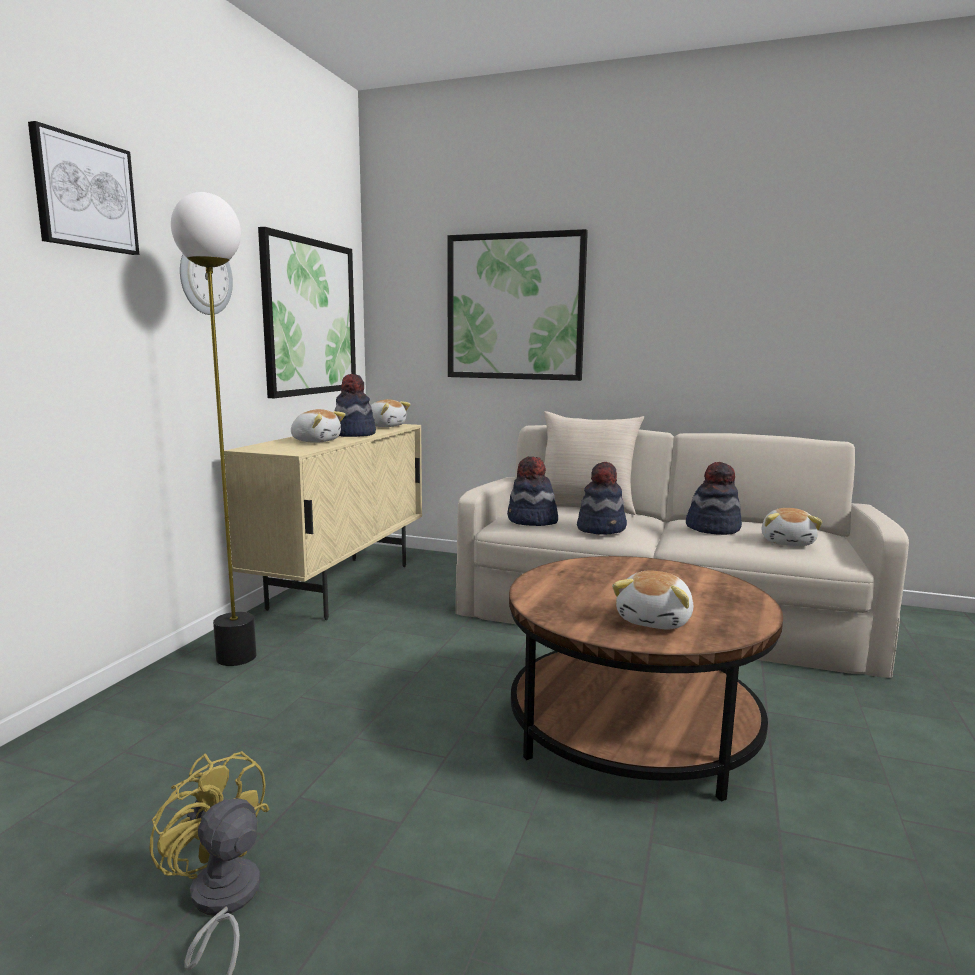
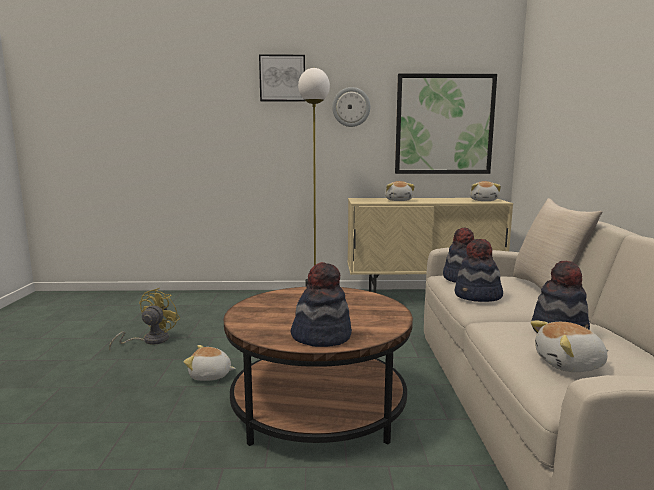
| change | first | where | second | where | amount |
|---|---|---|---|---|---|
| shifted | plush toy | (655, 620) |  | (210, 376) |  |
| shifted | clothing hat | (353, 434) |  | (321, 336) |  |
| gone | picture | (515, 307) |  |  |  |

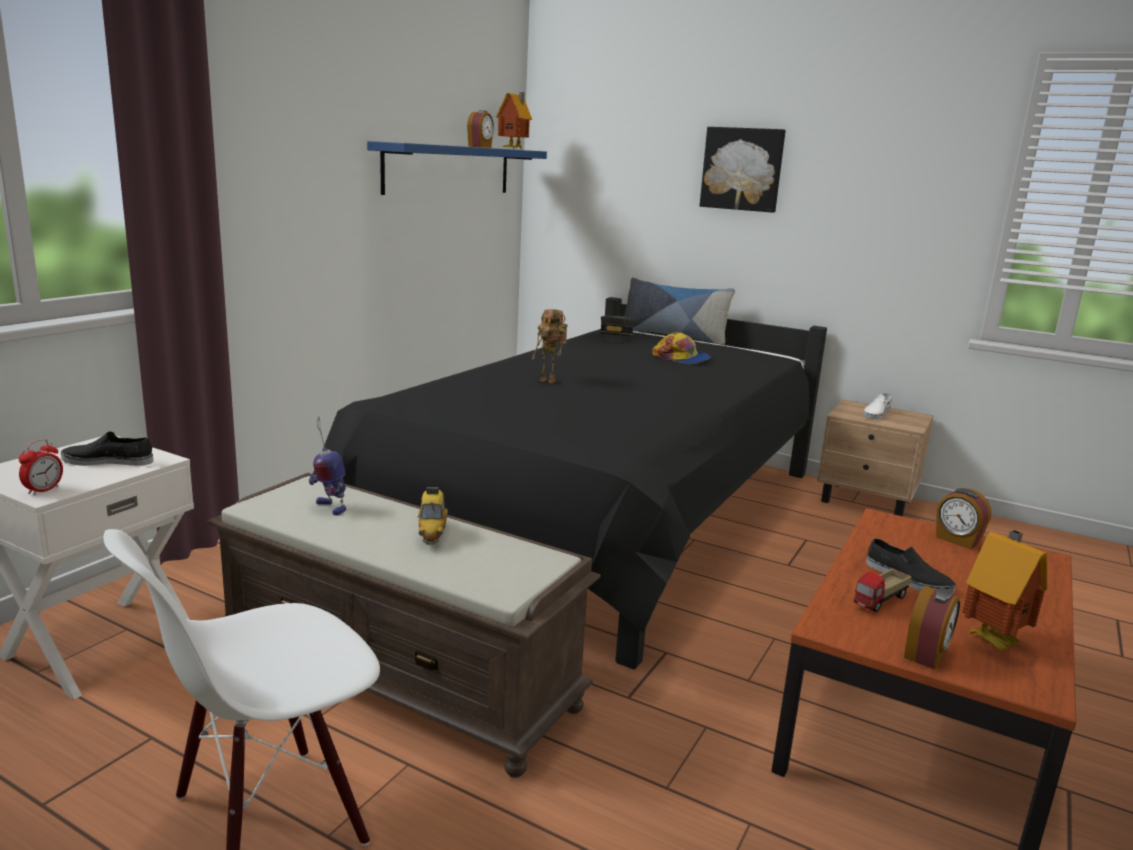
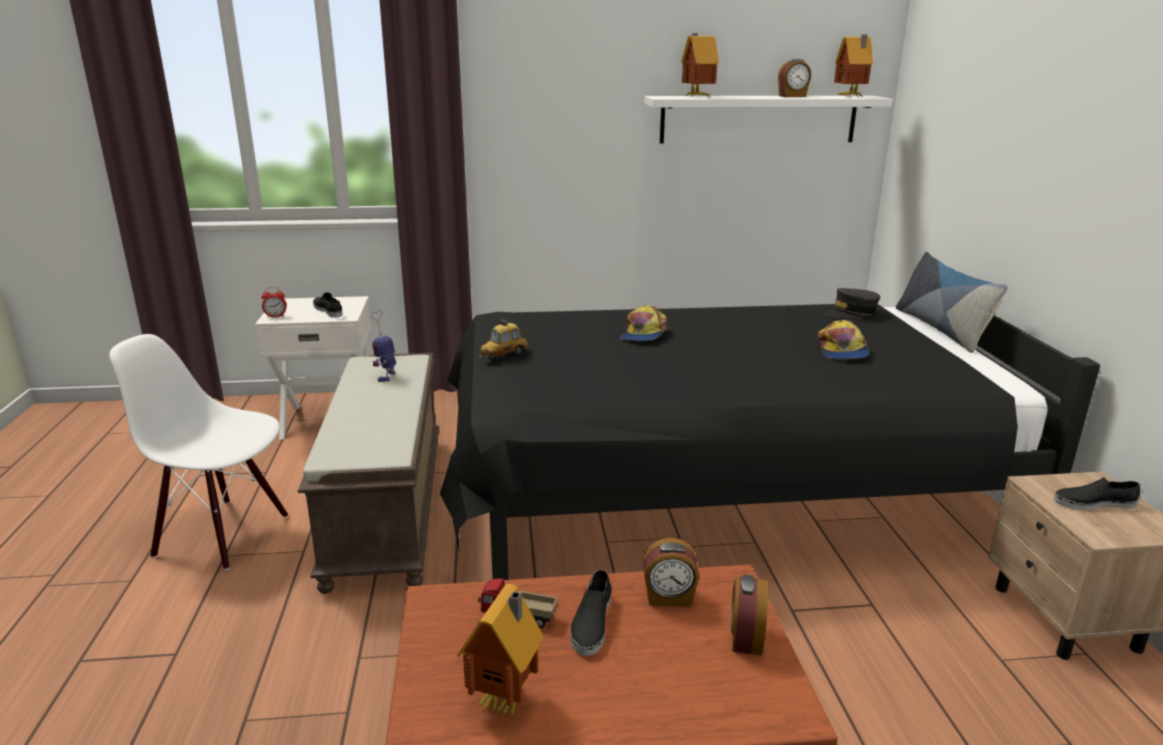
| change | first | where | second | where | amount |
|---|---|---|---|---|---|
| shifted | model car | (432, 534) |  | (504, 355) |  |
| swapped | robot figure | (549, 381) | baseball cap | (644, 334) |  |
| shifted | bedside clock | (927, 654) |  | (669, 598) |  |
| repainted | bracket shelf (bluish) | (449, 169) | bracket shelf (white) | (758, 119) |  |
| new |  |  | miniature house | (696, 96) |  |
| repainted | item of footwear (white) | (876, 414) | item of footwear (blackish) | (1093, 503) |  |
| gone | picture | (742, 169) |  |  |  |

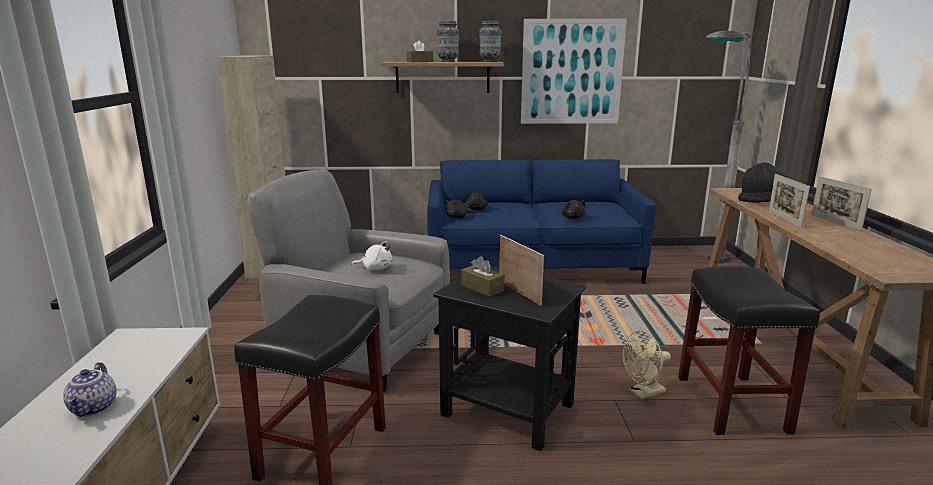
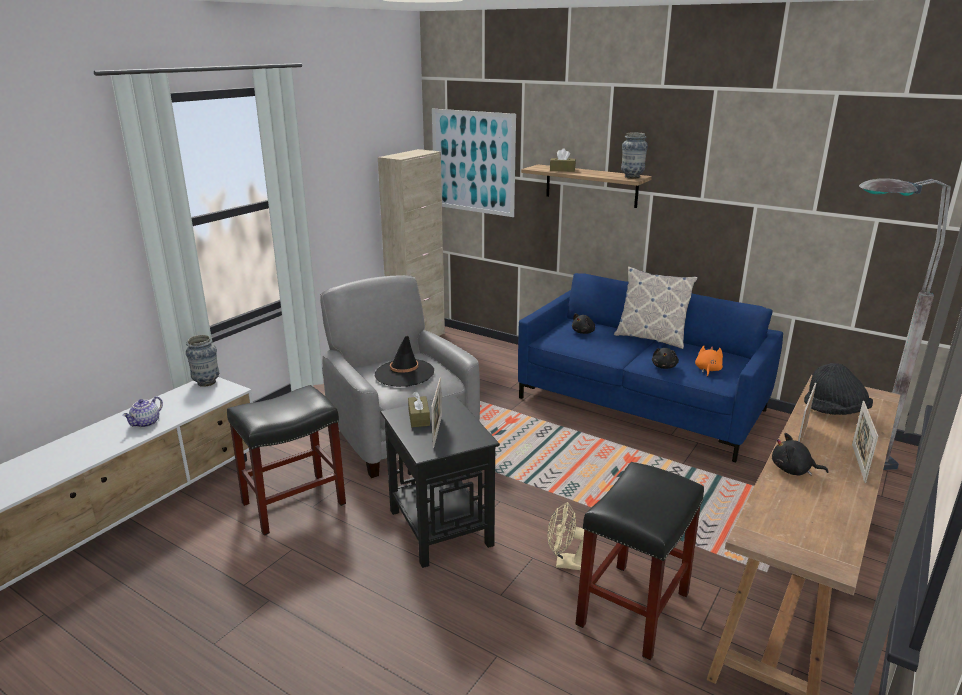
| change | first | where | second | where | amount |
|---|---|---|---|---|---|
| shifted | vase | (448, 61) |  | (206, 383) |  |
| swapped | plush toy (white) | (375, 268) | clothing hat (blackish) | (404, 373) |  |
| shifted | picture | (572, 72) |  | (473, 162) |  |
| new |  |  | pillow | (651, 338) |  |
| new |  |  | plush toy (orange) | (707, 370) |  |
| shifted | plush toy (blackish) | (458, 217) |  | (793, 470) |  |

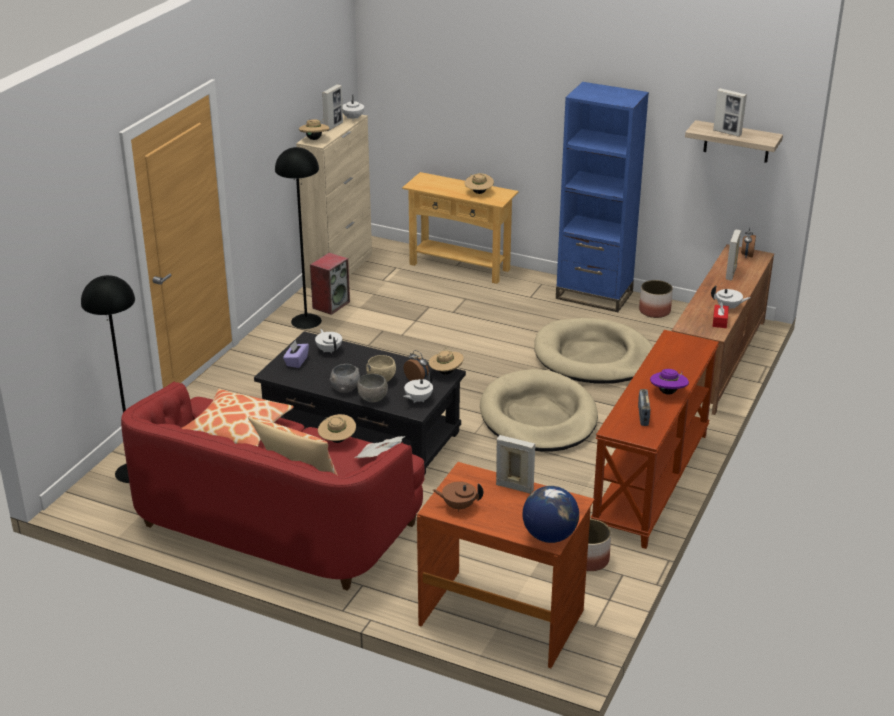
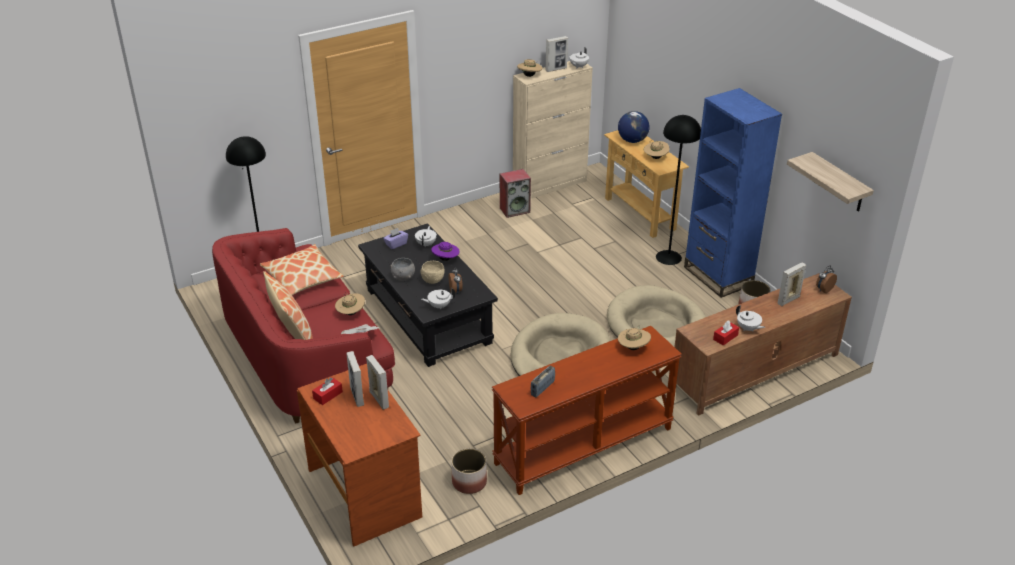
| change | first | where | second | where | amount |
|---|---|---|---|---|---|
| swapped | pot for tea (brownish) | (458, 506) | tissue box (red-coloured) | (328, 395) |  |
| shifted | picture frame | (727, 133) |  | (357, 396) |  |
| shifted | clothing hat (purplish) | (668, 392) |  | (445, 259) |  |
| shifted | world globe | (549, 536) |  | (632, 140) |  |
| shifted | clothing hat (beige) | (445, 372) |  | (633, 347) |  |
| shifted | floor lamp (blackish) | (306, 321) |  | (669, 257) |  |
| gone | serving bowl (greyish) | (373, 399) |  |  |  |

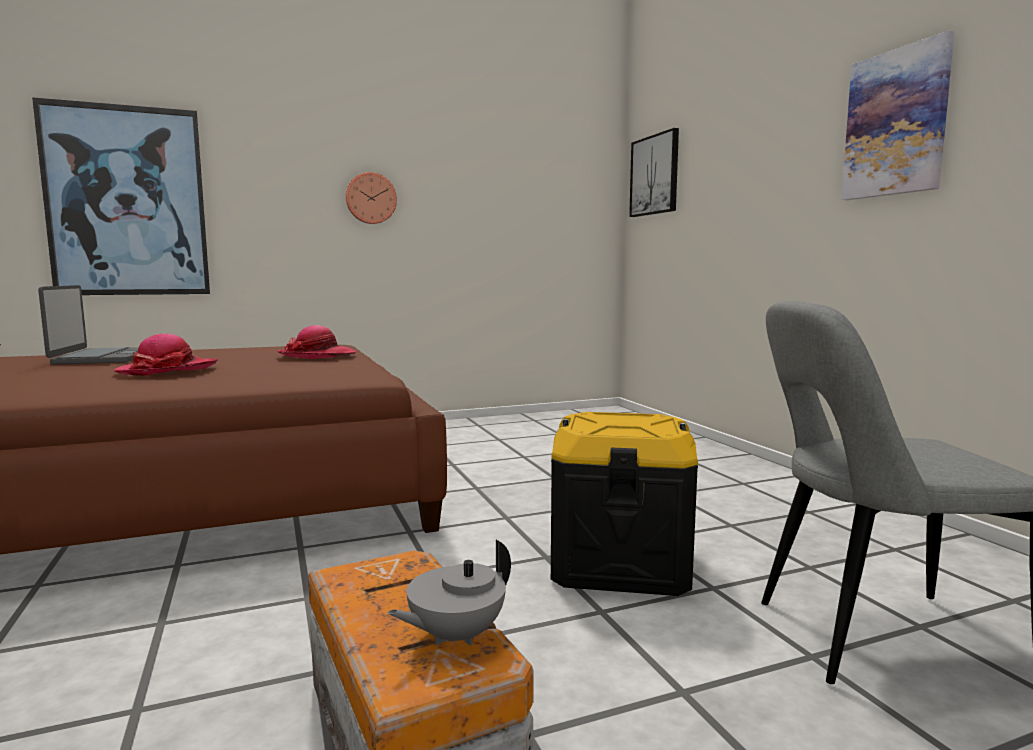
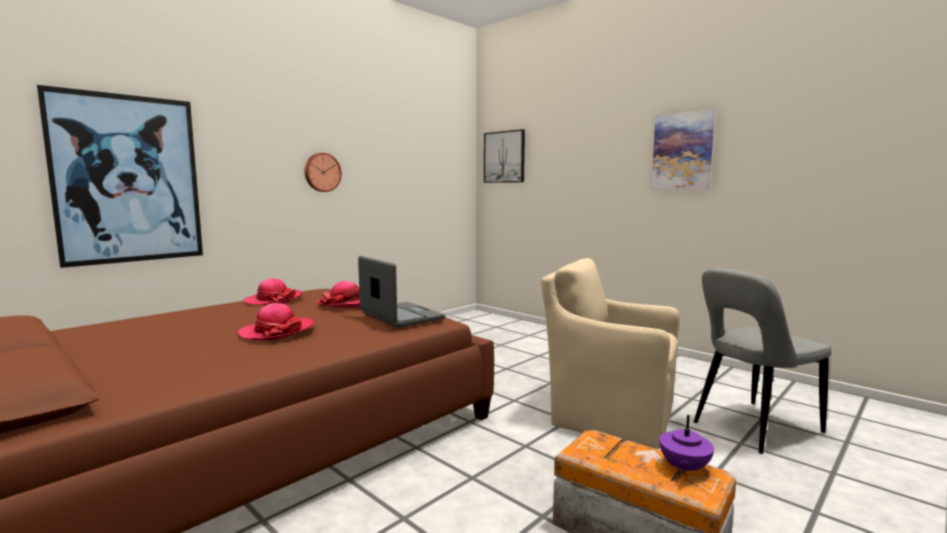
| change | first | where | second | where | amount |
|---|---|---|---|---|---|
| new |  |  | clothing hat | (273, 300) |  |
| shifted | laptop | (103, 358) |  | (401, 316) |  |
| swapped | storage container (blackish) | (619, 563) | lounge chair (beige) | (608, 415) |  |
| repainted | pot for tea (greyish) | (455, 635) | pot for tea (purplish) | (683, 468) |  |

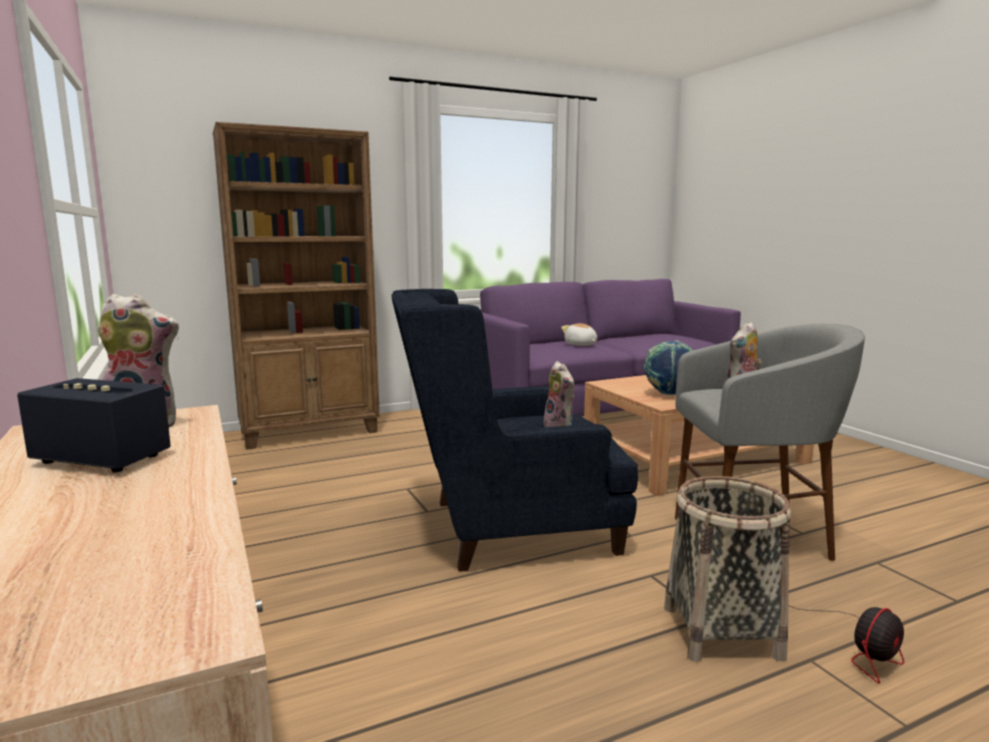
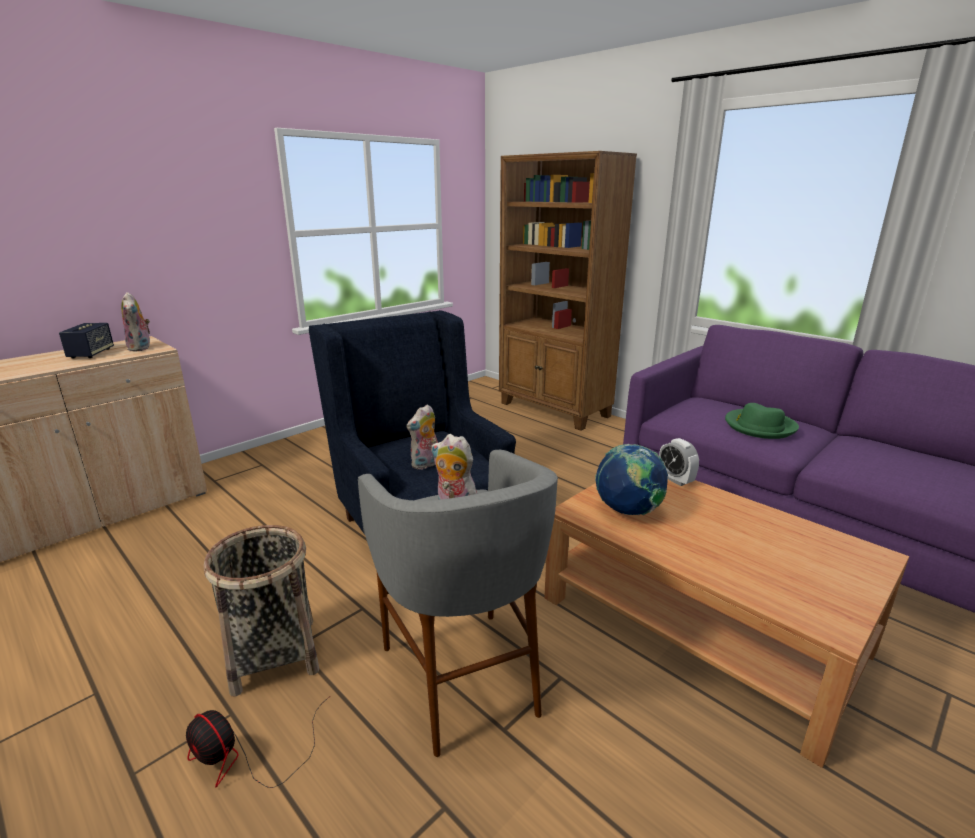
| change | first | where | second | where | amount |
|---|---|---|---|---|---|
| new |  |  | bedside clock | (675, 479) |  |
| swapped | plush toy | (580, 345) | clothing hat (green) | (759, 426) |  |

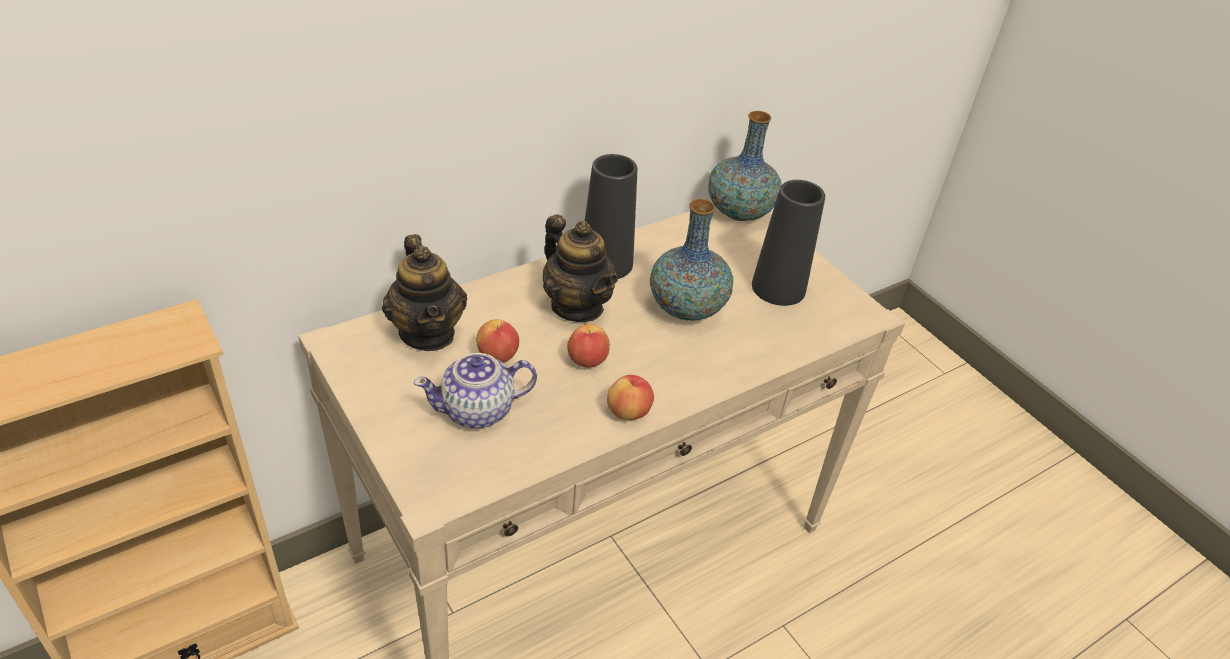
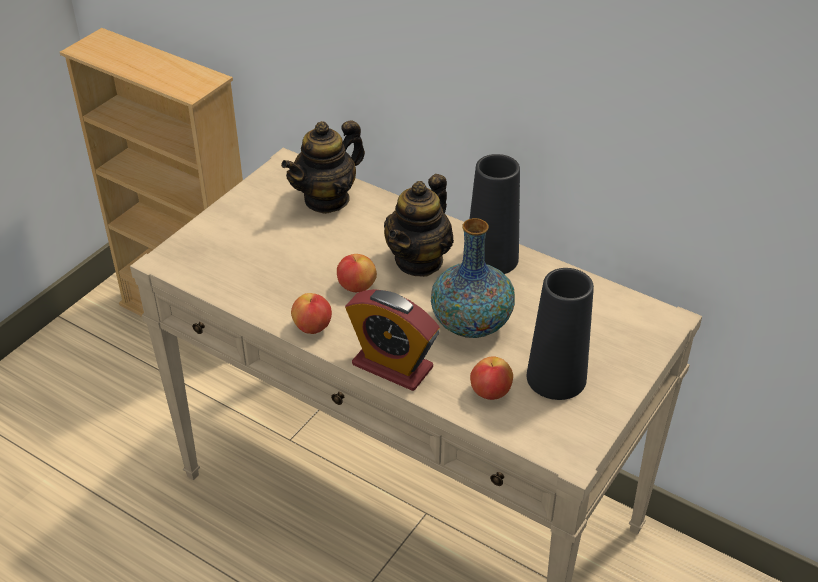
| change | first | where | second | where | amount |
|---|---|---|---|---|---|
| new |  |  | bedside clock | (392, 366) |  |
| shifted | whole apple | (497, 356) |  | (490, 392) |  |
| gone | pot for tea | (478, 410) |  |  |  |
| gone | vase | (739, 212) |  |  |  |

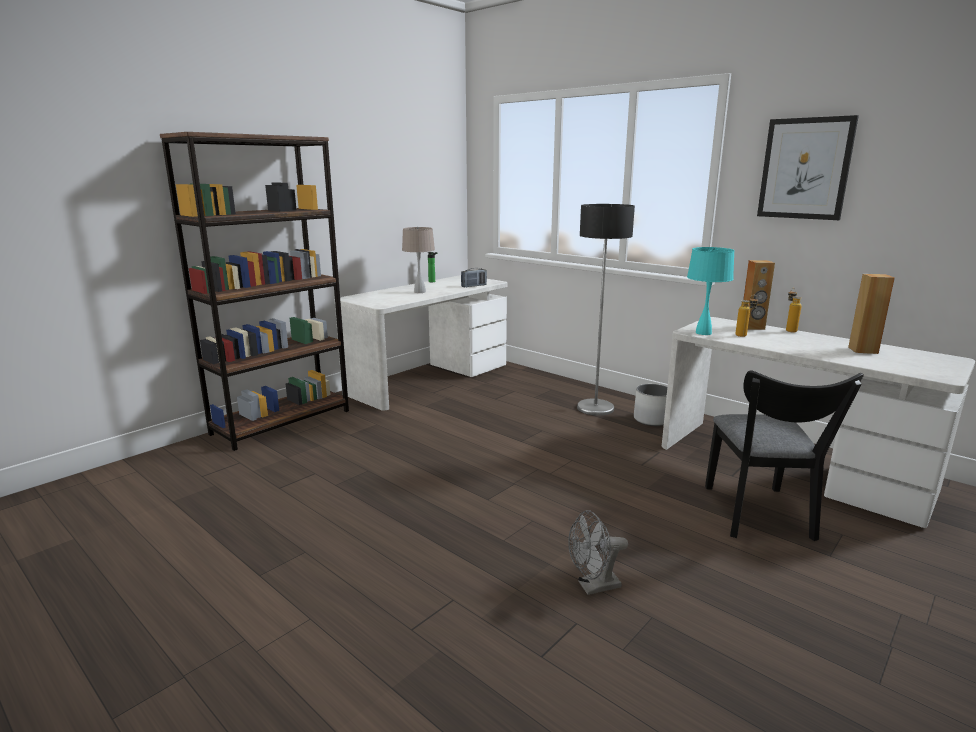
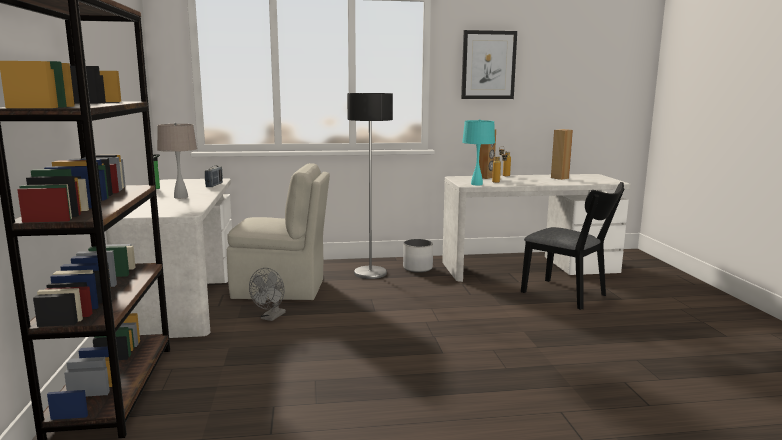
| change | first | where | second | where | amount |
|---|---|---|---|---|---|
| new |  |  | chair (beige) | (281, 289) |  |
| shifted | electric fan (greyish) | (593, 587) |  | (271, 317) |  |

